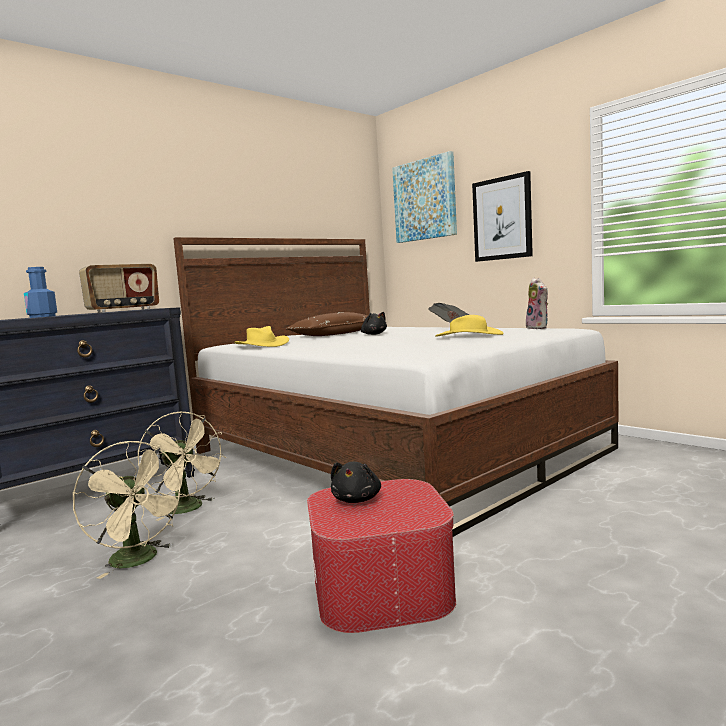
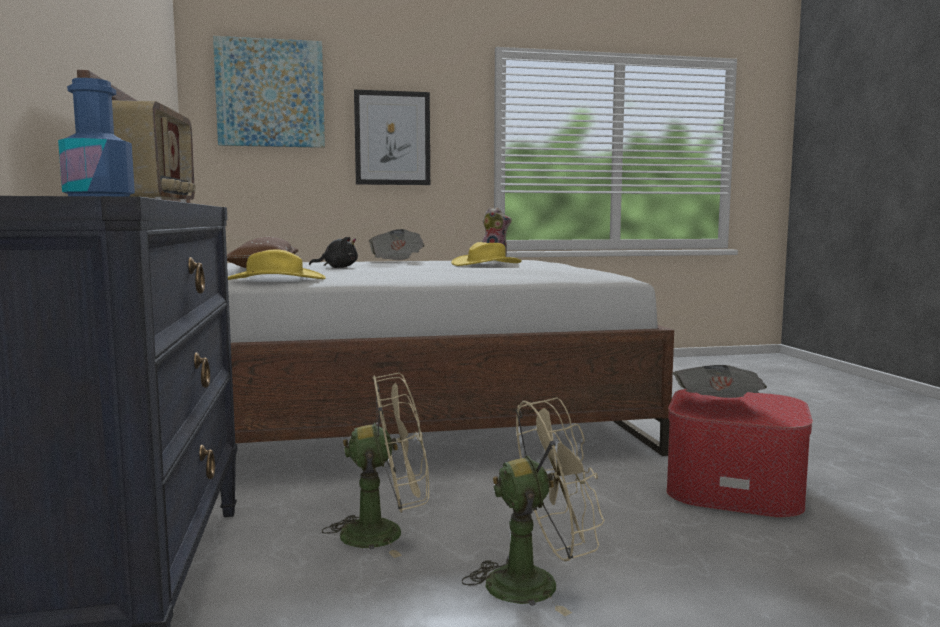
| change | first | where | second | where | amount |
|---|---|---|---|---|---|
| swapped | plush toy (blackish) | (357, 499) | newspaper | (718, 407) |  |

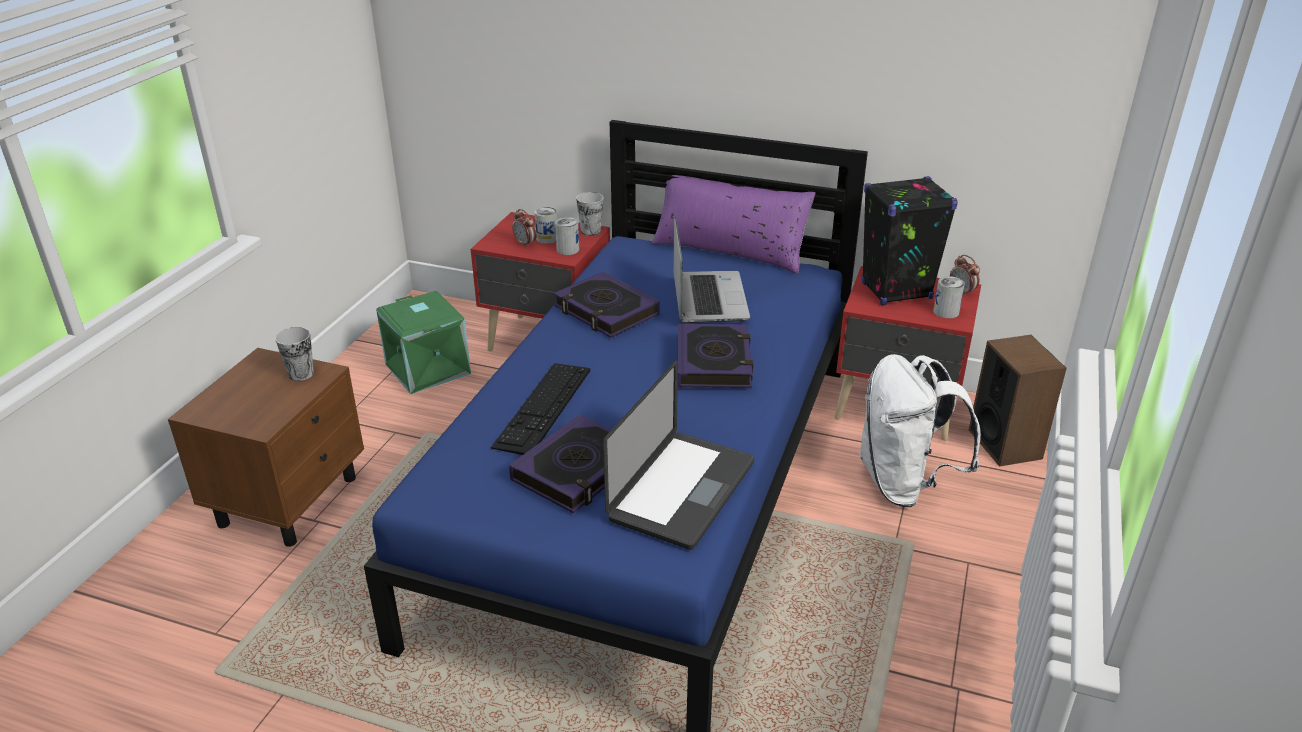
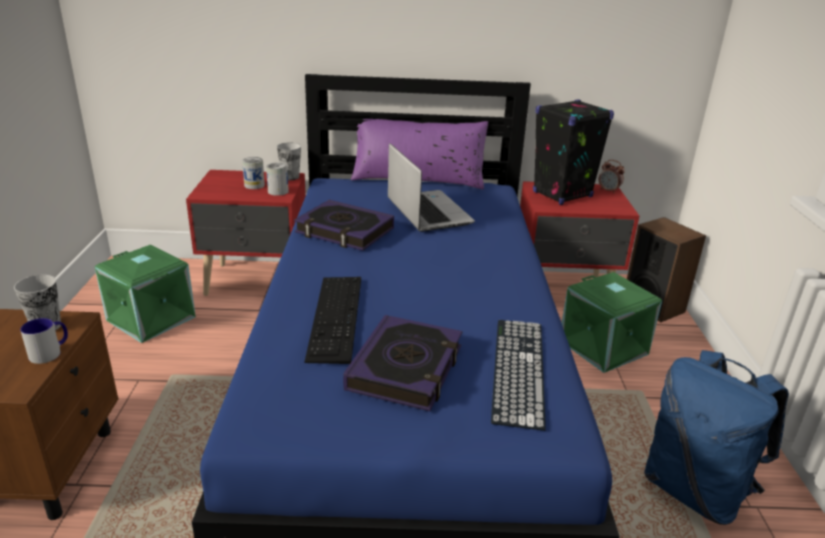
| change | first | where | second | where | amount |
|---|---|---|---|---|---|
| new |  |  | mug | (50, 352) |  |
| swapped | laptop | (682, 491) | PC keyboard | (518, 369) |  |
| swapped | knapsack (white) | (904, 484) | storage container (green) | (604, 347) |  |
| new |  |  | knapsack (bluish) | (695, 491) |  |
| gone | bedside clock | (525, 244) |  |  |  |
| gone | bound book | (714, 363) |  |  |  |
| gone | metal can | (946, 312) |  |  |  |

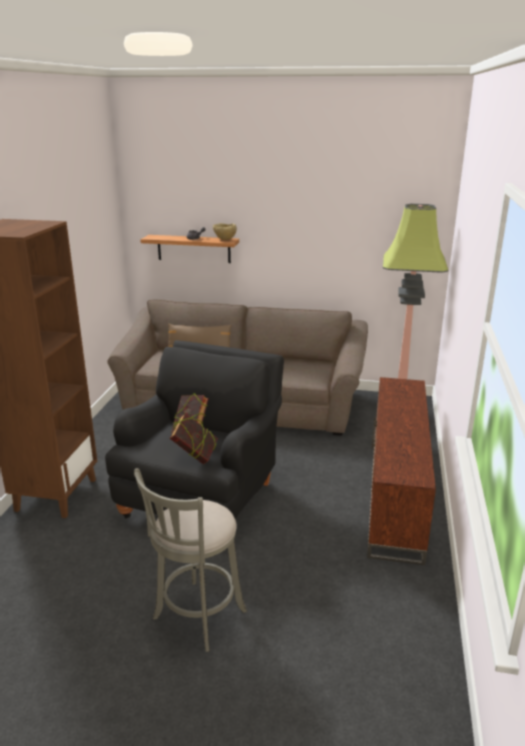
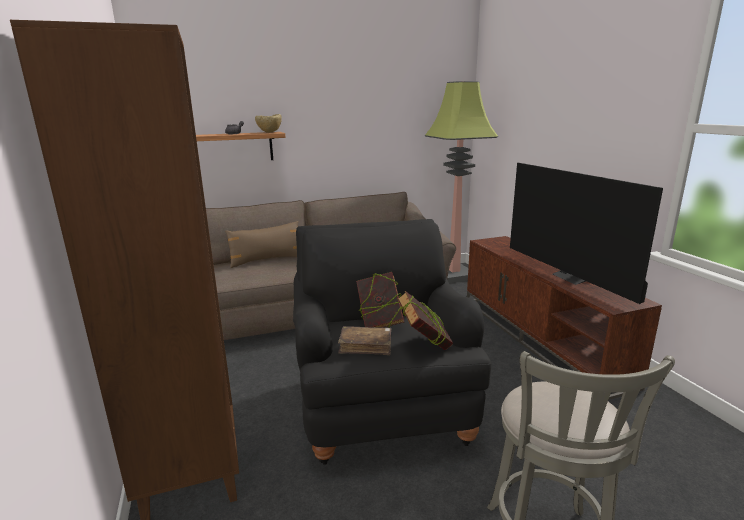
| change | first | where | second | where | amount |
|---|---|---|---|---|---|
| new |  |  | bound book (brownish) | (365, 346) |  |
| new |  |  | TV set | (572, 277) |  |

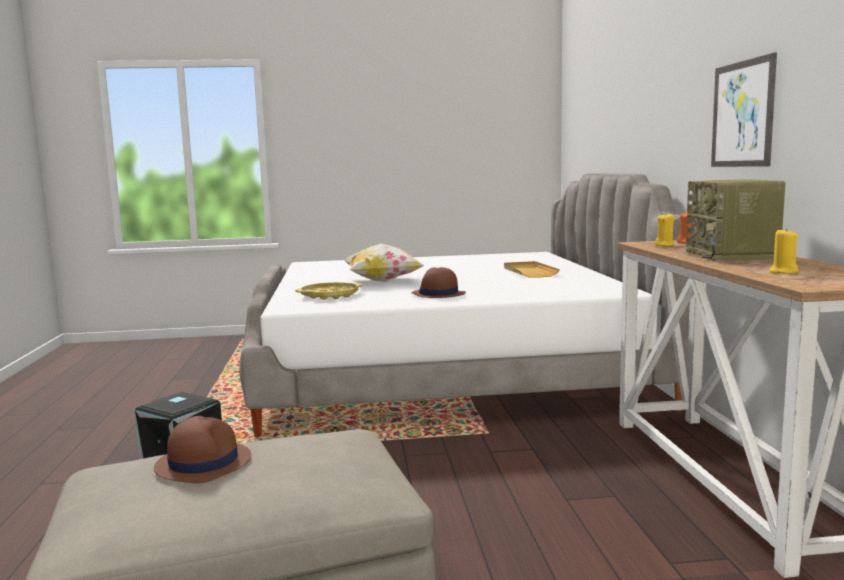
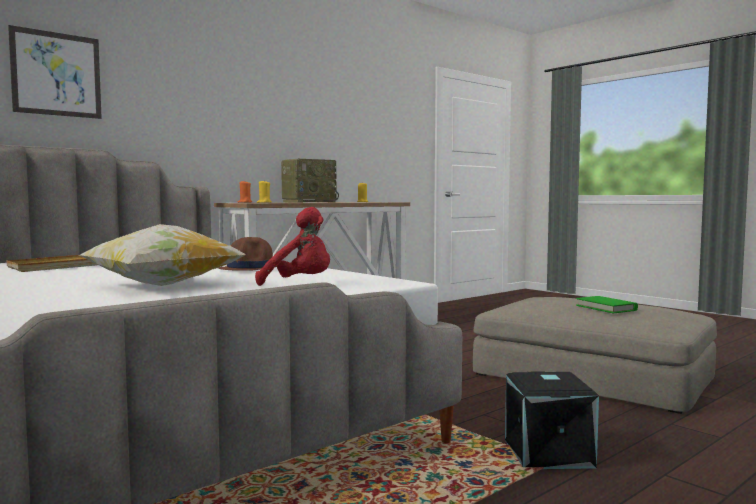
| change | first | where | second | where | amount |
|---|---|---|---|---|---|
| shifted | picture | (742, 114) |  | (56, 74) |  |
| swapped | tray (yellow-coloured) | (329, 296) | plush toy (red-coloured) | (300, 284) |  |
| swapped | clothing hat (brownish) | (203, 462) | bound book (green) | (606, 308) |  |

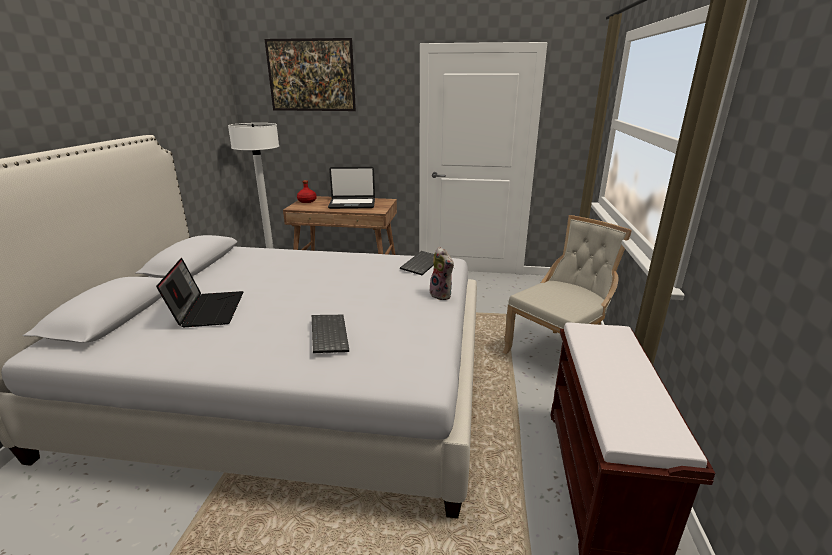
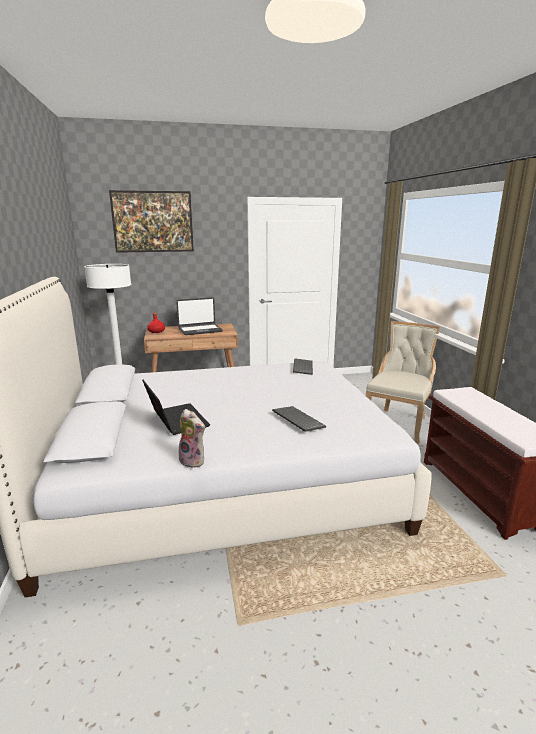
| change | first | where | second | where | amount |
|---|---|---|---|---|---|
| shifted | plush toy | (442, 295) |  | (194, 461) |  |

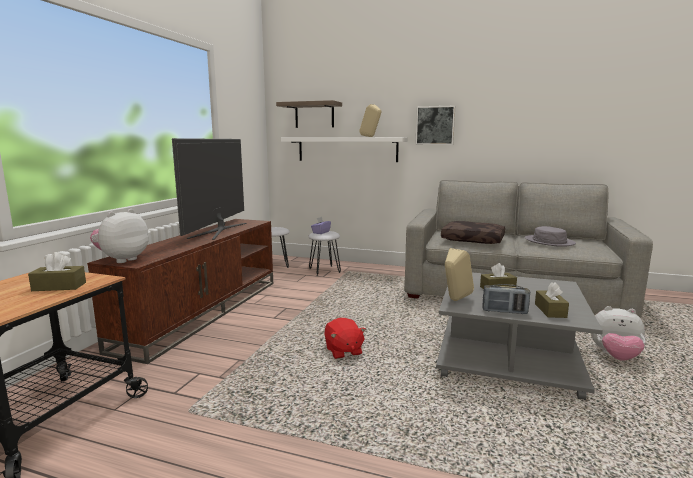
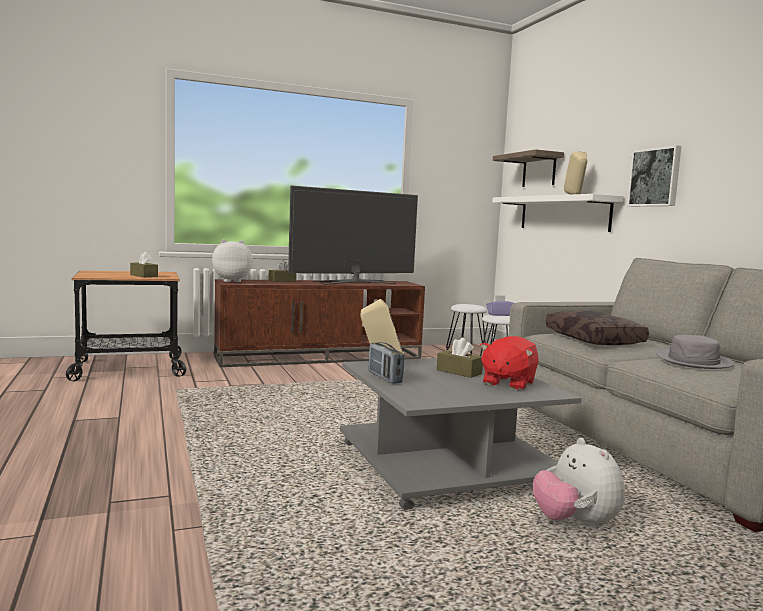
| change | first | where | second | where | amount |
|---|---|---|---|---|---|
| shifted | tissue box (brownish) | (550, 310) |  | (282, 281) |  |
| shifted | plush toy (red-coloured) | (343, 351) |  | (508, 383) |  |

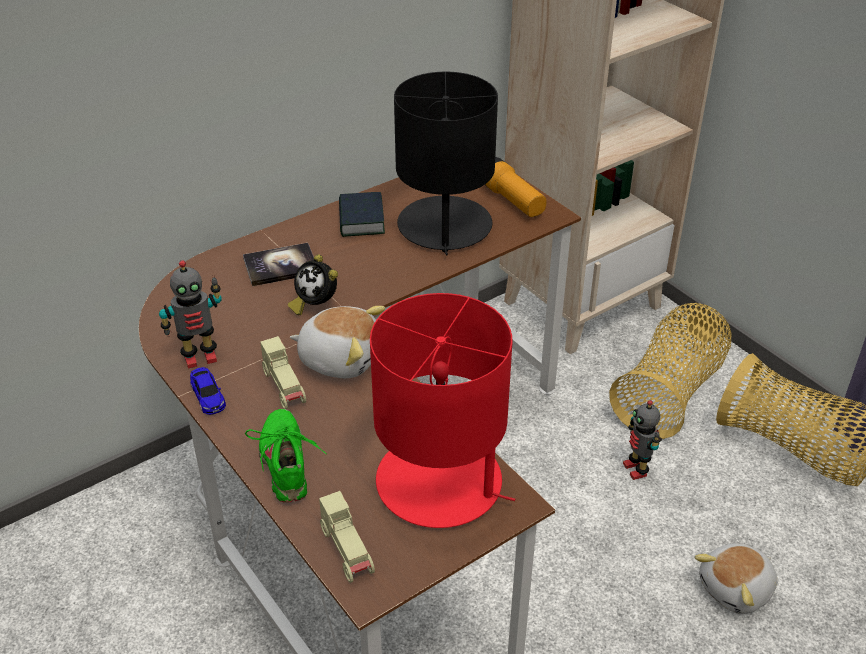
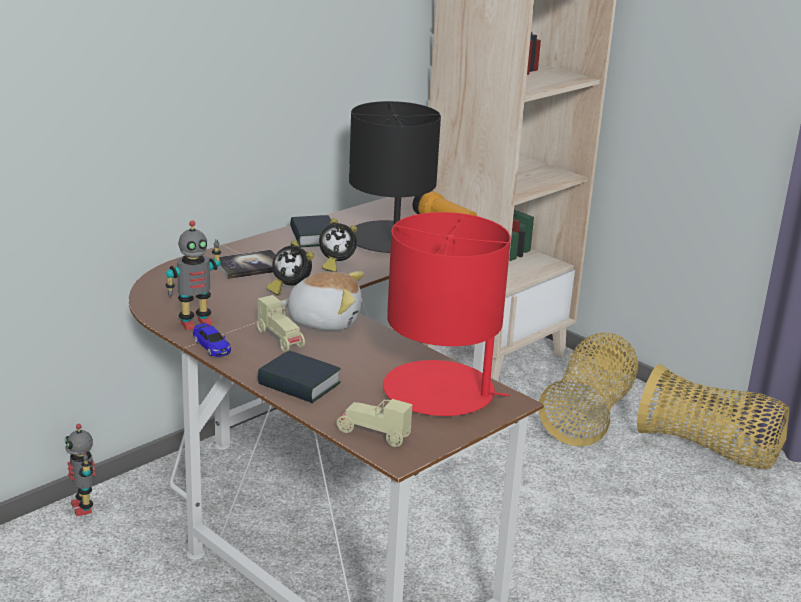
| change | first | where | second | where | amount |
|---|---|---|---|---|---|
| shifted | robot figure | (636, 469) |  | (84, 507) |  |
| swapped | item of footwear (green) | (287, 463) | bound book | (299, 384) |  |
| new |  |  | bedside clock | (335, 265) |  |
| rotated | model car (beige) | (348, 551) |  | (373, 434) | 150 degrees clockwise |
| gone | plush toy | (737, 589) |  |  |  |

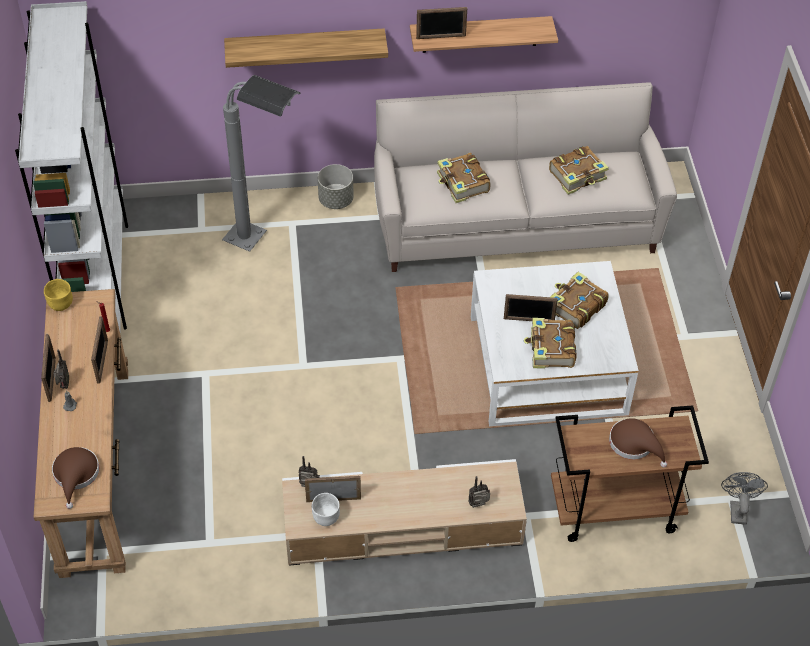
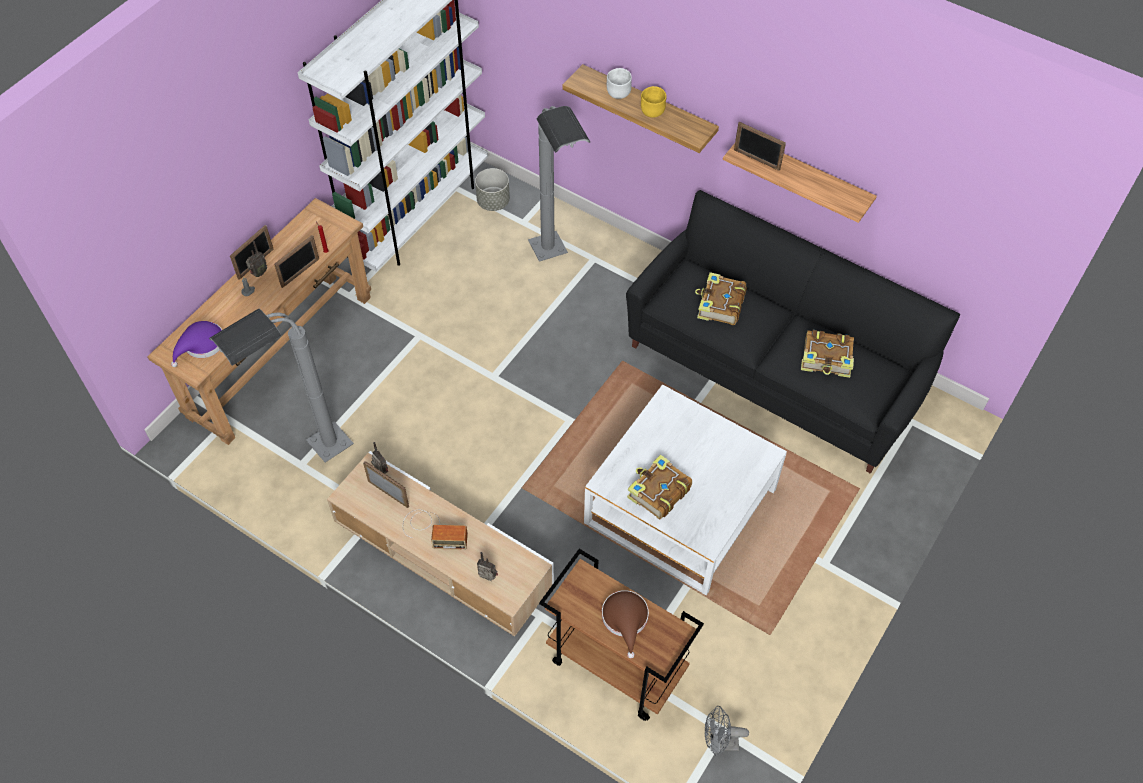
| change | first | where | second | where | amount |
|---|---|---|---|---|---|
| repainted | clothing hat (brownish) | (76, 475) | clothing hat (purplish) | (201, 345) |  |
| new |  |  | floor lamp (greyish) | (310, 458) |  |
| new |  |  | radio | (433, 530) |  |
| shifted | flower pot (greyish) | (336, 200) |  | (493, 202) |  |
| shifted | serving bowl (white) | (325, 517) |  | (618, 93) |  |
| repainted | couch (beige) | (515, 220) | couch (blackish) | (775, 367) |  |
| shifted | serving bowl (yellow-coloured) | (60, 304) |  | (652, 112) |  |
| rotated | electric fan (greyish) | (737, 509) |  | (719, 743) | 135 degrees counterclockwise |
| gone | picture frame | (529, 320) |  |  |  |
| gone | bound book | (575, 307) |  |  |  |

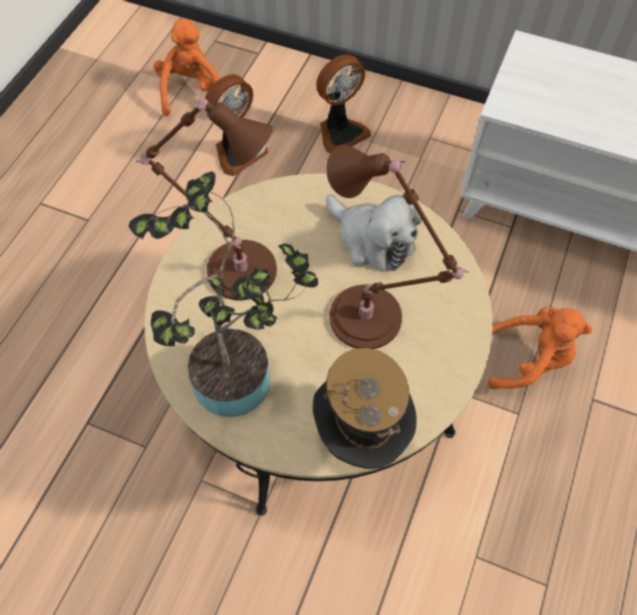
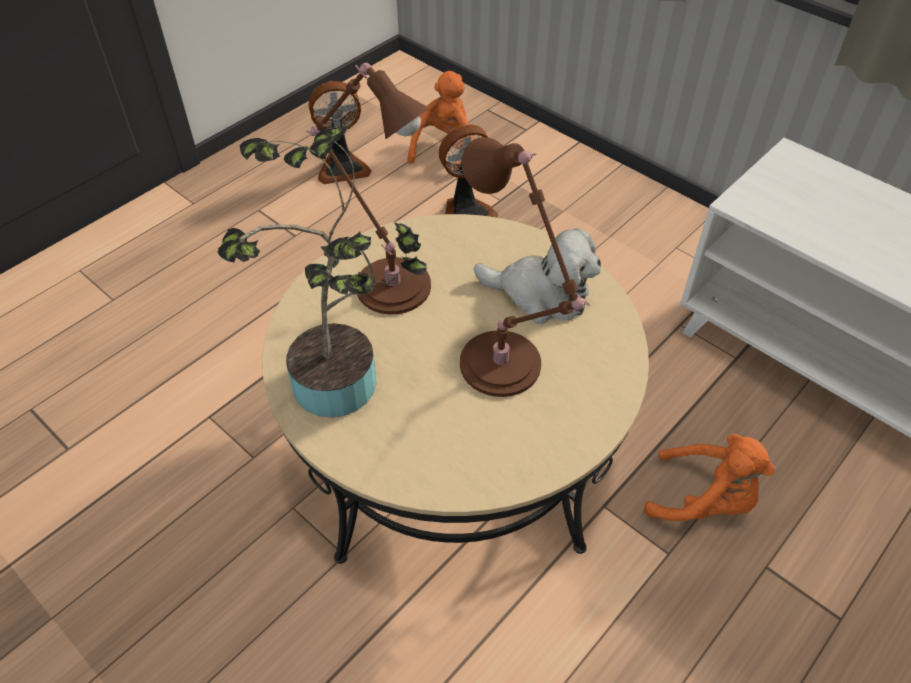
| change | first | where | second | where | amount |
|---|---|---|---|---|---|
| shifted | electric fan | (340, 132) |  | (342, 167) |  |
| rotated | plush toy | (372, 240) |  | (541, 295) | 45 degrees counterclockwise |
| gone | clothing hat | (361, 434) |  |  |  |

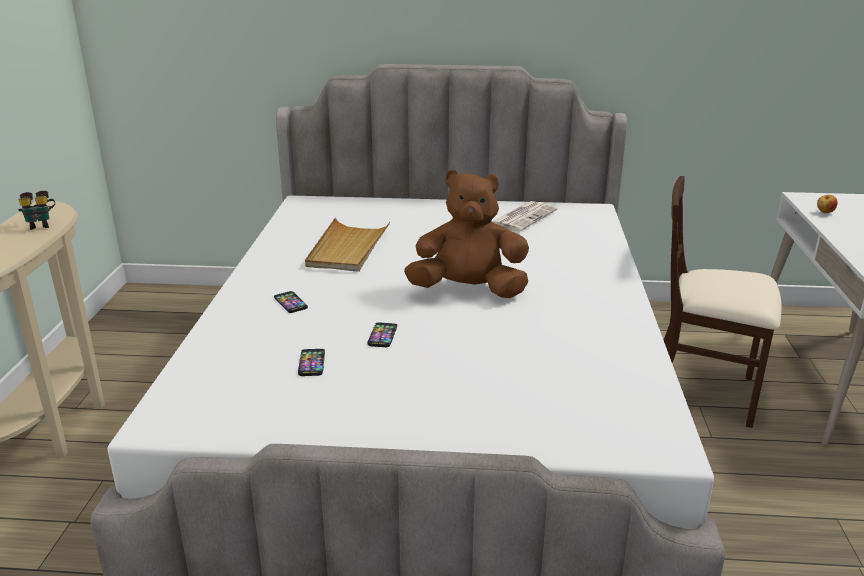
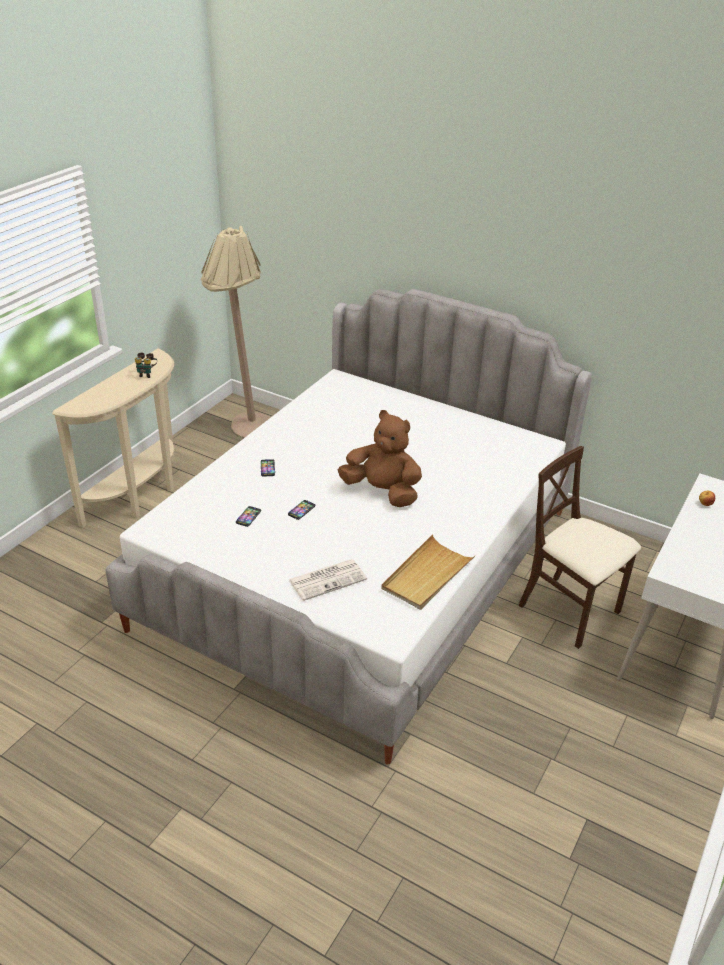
| change | first | where | second | where | amount |
|---|---|---|---|---|---|
| new |  |  | floor lamp (beige) | (244, 430) |  |
| shifted | newspaper | (523, 217) |  | (328, 579) |  |
| shifted | tray (beige) | (348, 248) |  | (427, 575) |  |

